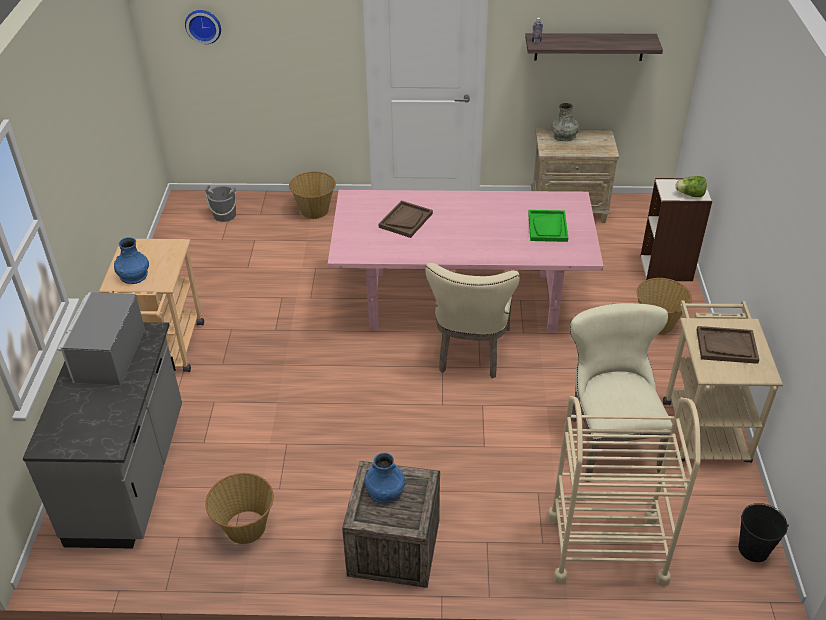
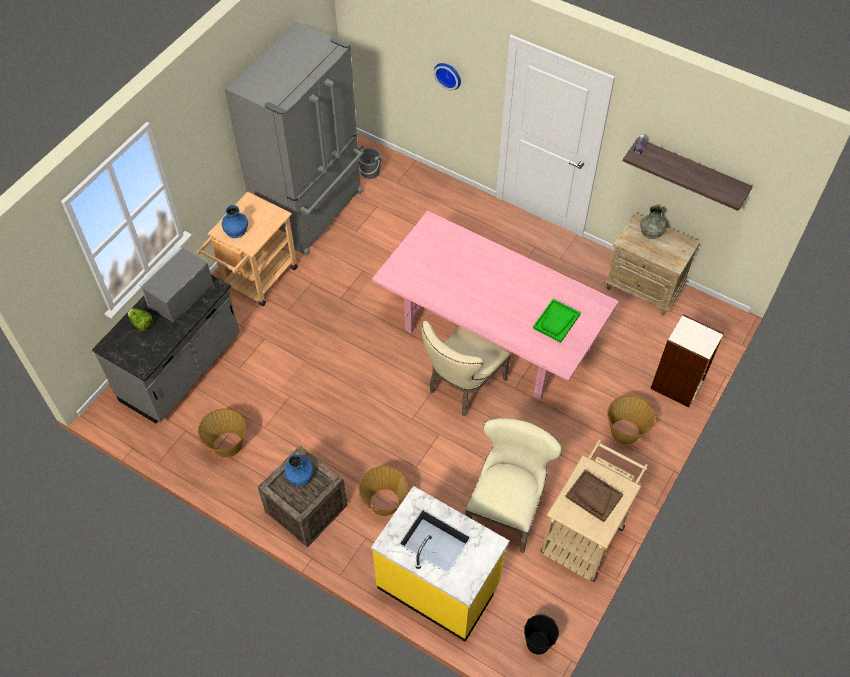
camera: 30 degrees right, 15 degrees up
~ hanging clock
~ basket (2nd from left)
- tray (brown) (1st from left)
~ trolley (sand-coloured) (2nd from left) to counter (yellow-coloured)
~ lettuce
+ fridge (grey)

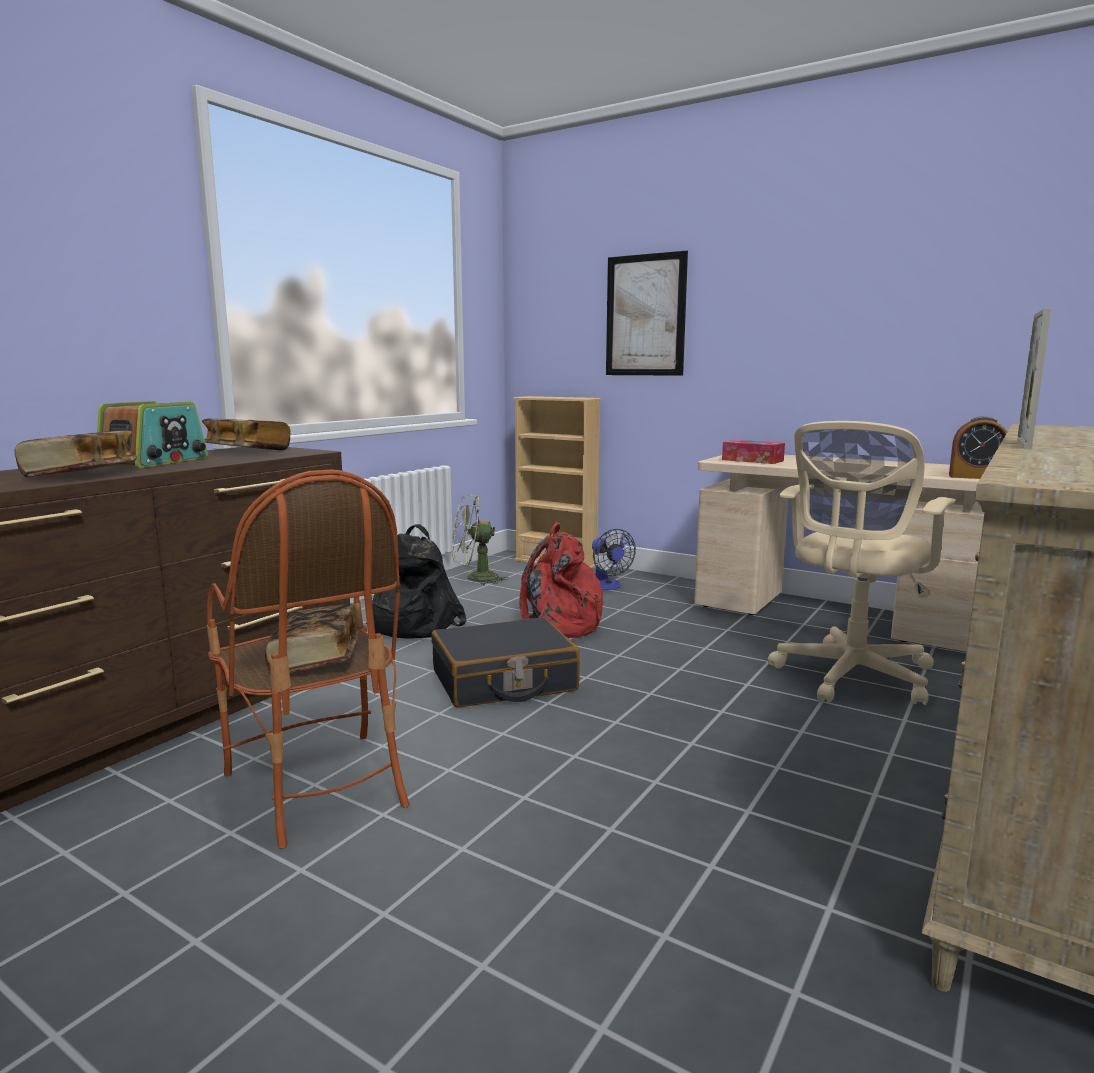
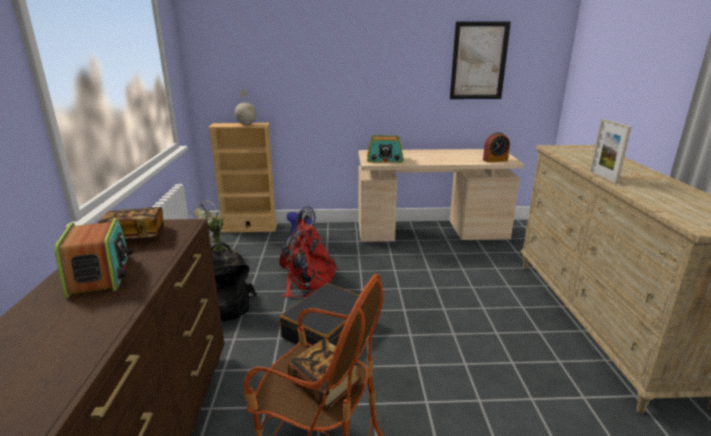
camera: 35 degrees left, 10 degrees up
- volume (1st from left)
~ wall art
~ box of tissues to radio set (2nd from left)
- desk chair (sand-coloured)
+ globe

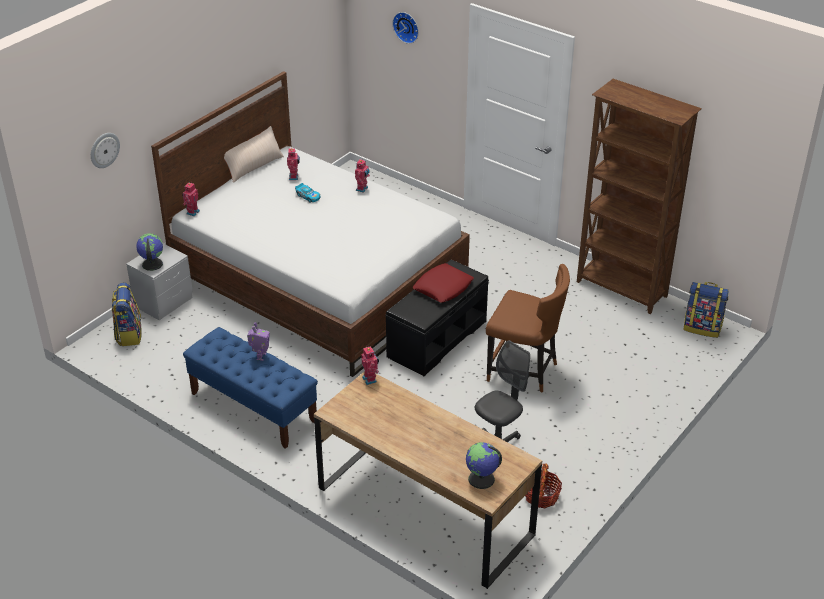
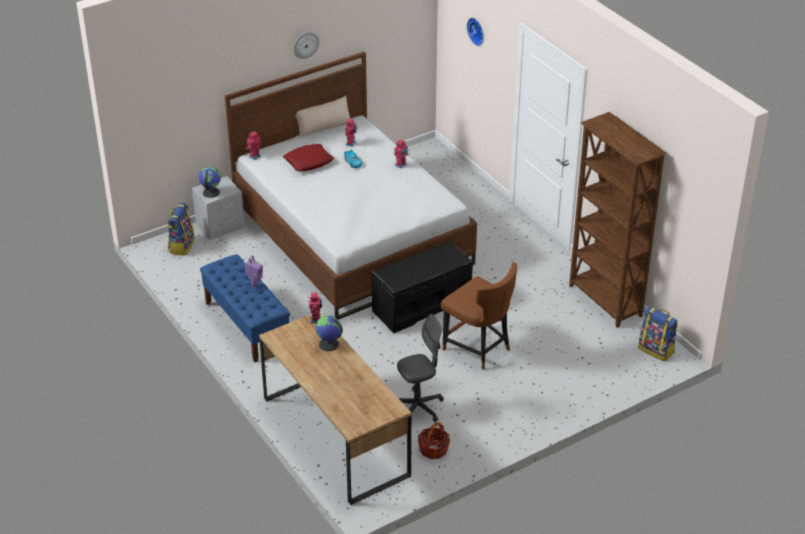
camera: 20 degrees right, 0 degrees up
~ hanging clock (1st from left)
~ cushion (red-coloured)
~ globe (2nd from left)

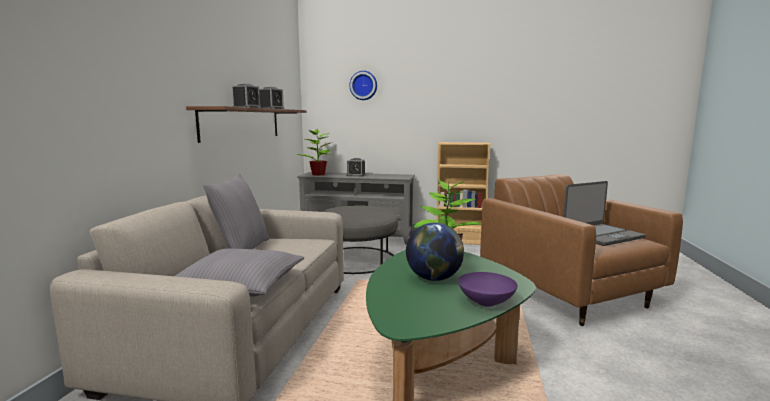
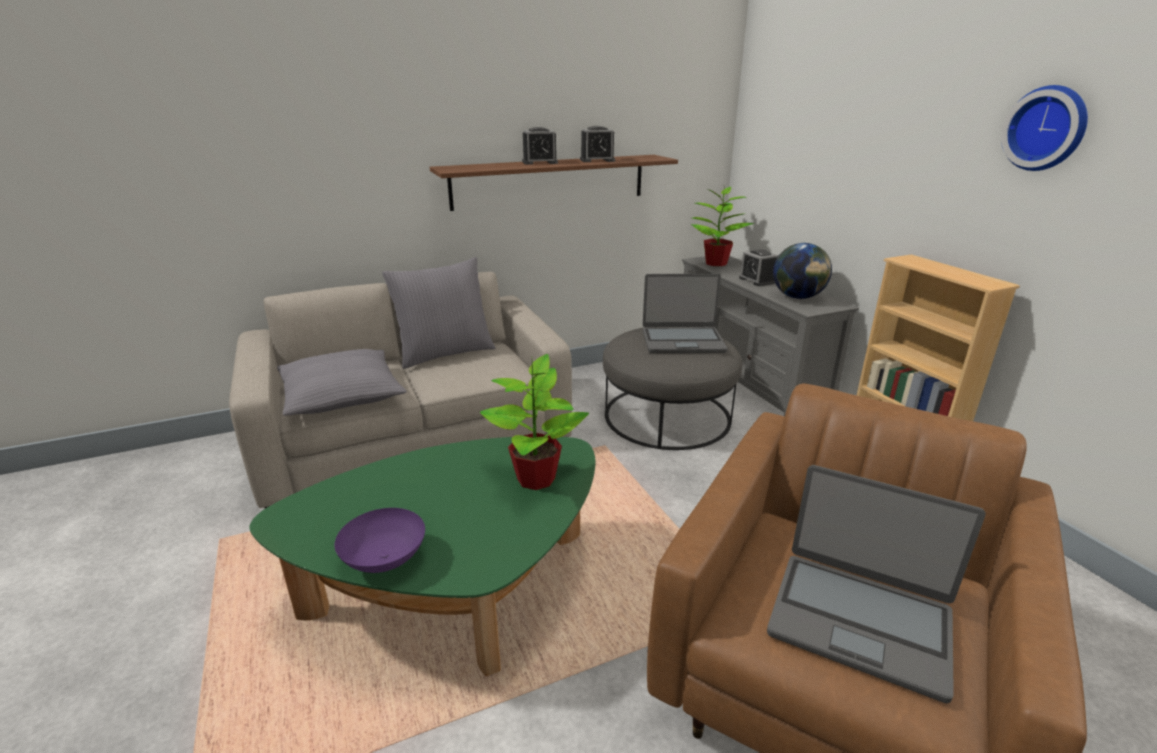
camera: 55 degrees right, 15 degrees up
~ hanging clock
~ globe
+ notebook computer (1st from left)

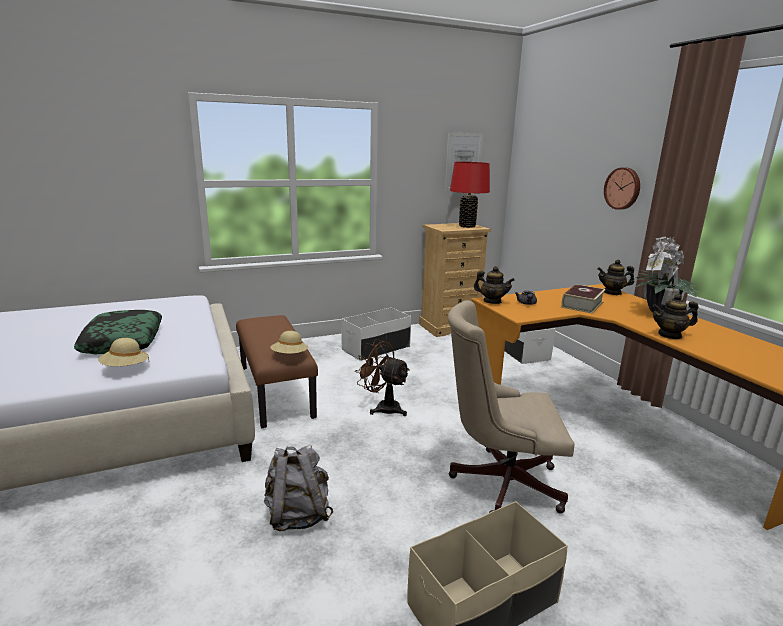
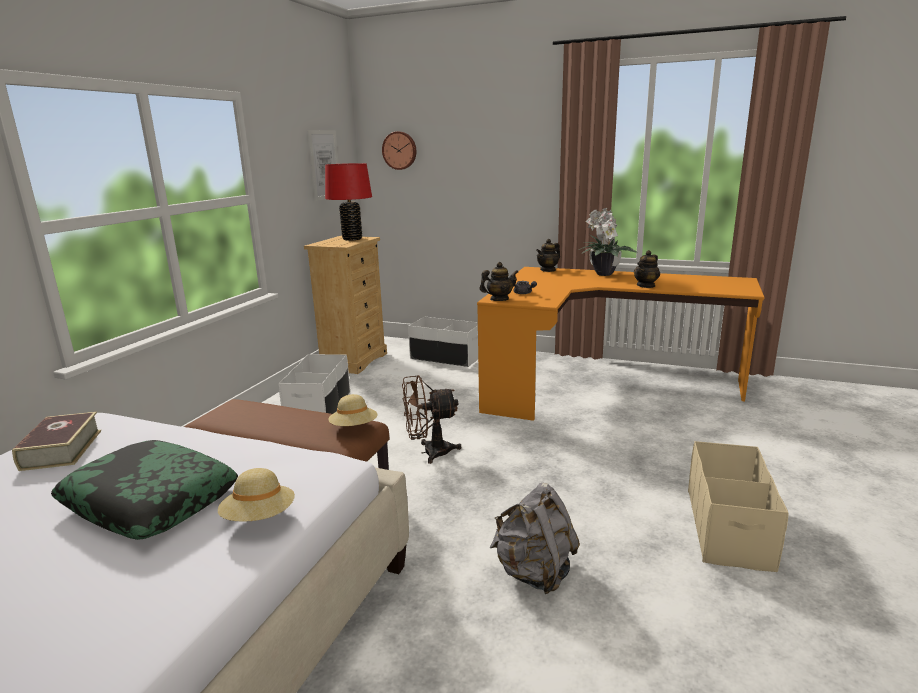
camera: 45 degrees left, 0 degrees up
- desk chair (sand-coloured)
~ volume
~ hanging clock

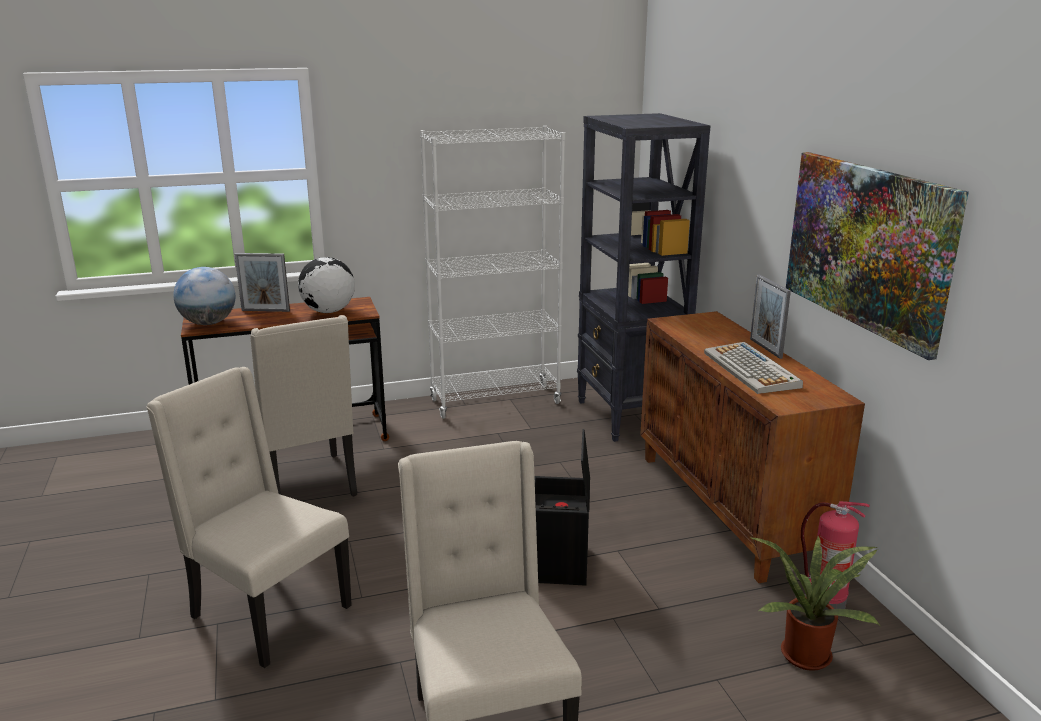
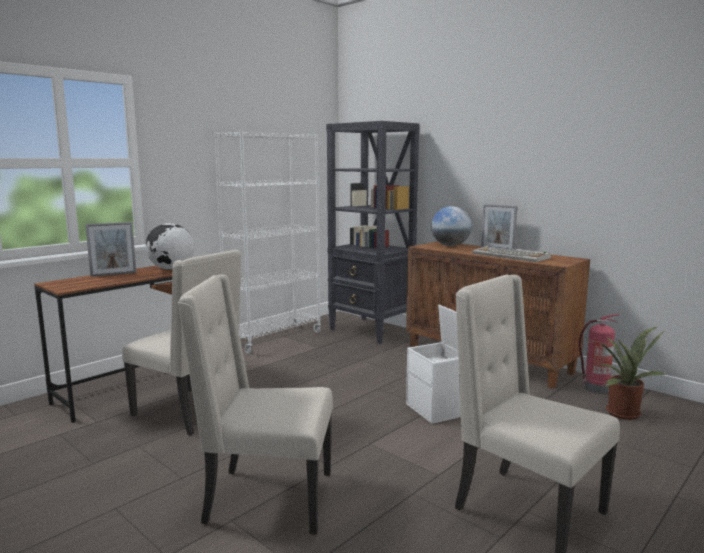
camera: 30 degrees left, 10 degrees down
~ globe (1st from left in the first image) to globe (2nd from left)
~ storage bin (black-coloured) to storage bin (white-coloured)
- wall art

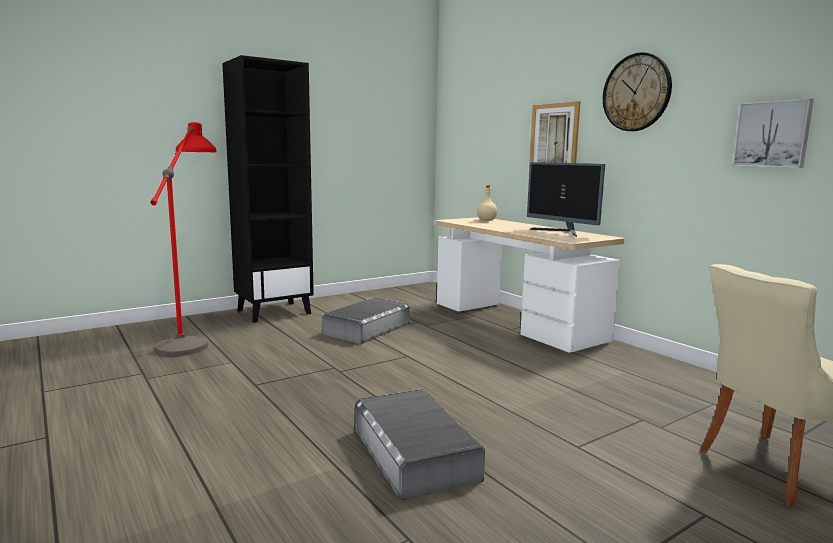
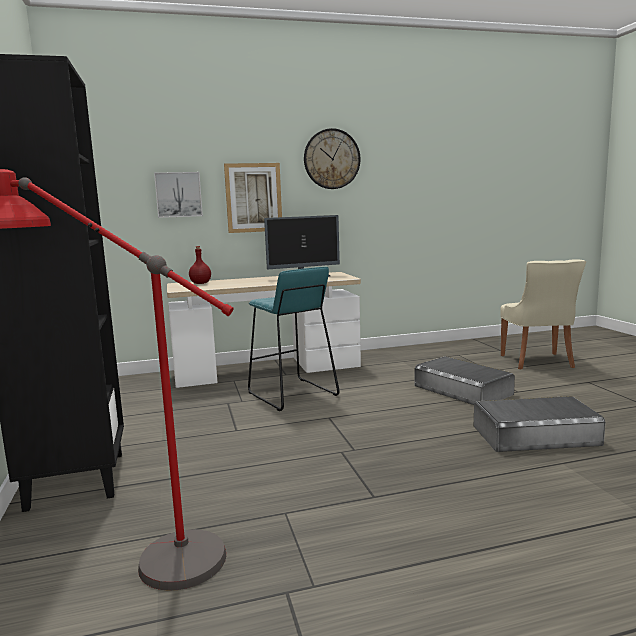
camera: 70 degrees left, 0 degrees up
~ storage bin (grey) (1st from left)
~ drink bottle (sand-coloured) to drink bottle (red-coloured)
~ wall art (2nd from left in the first image) to wall art (1st from left)
+ stool (blue-green)

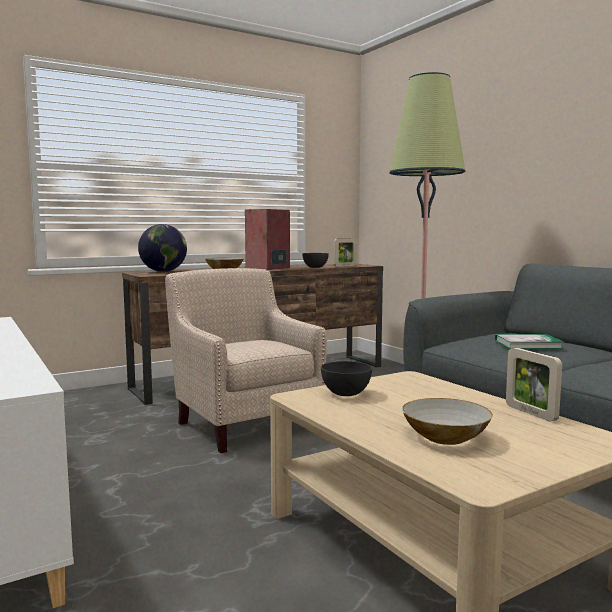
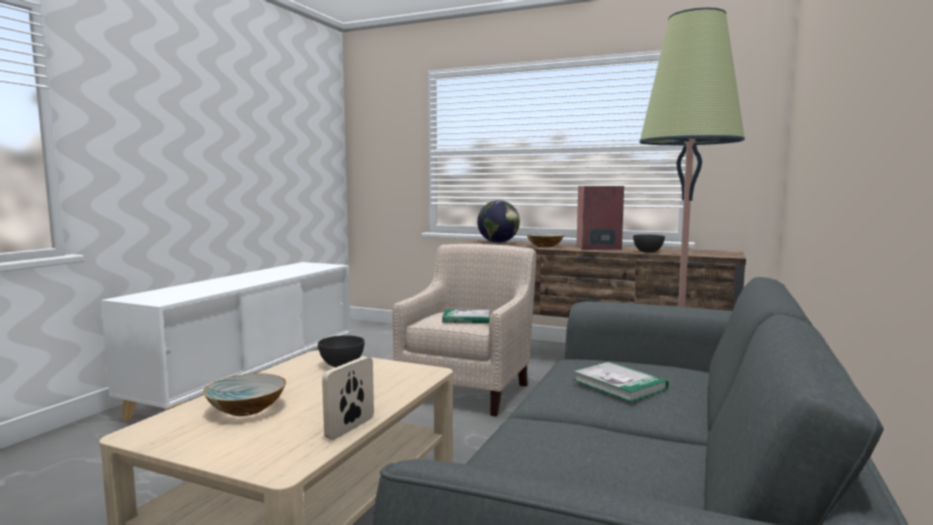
camera: 55 degrees right, 0 degrees up
- picture frame (1st from left)
+ volume (1st from left)

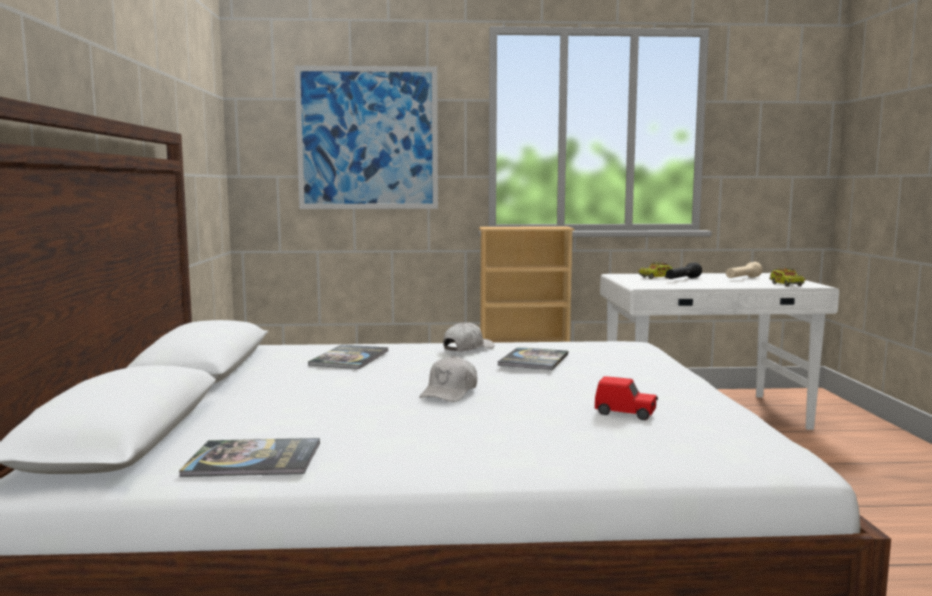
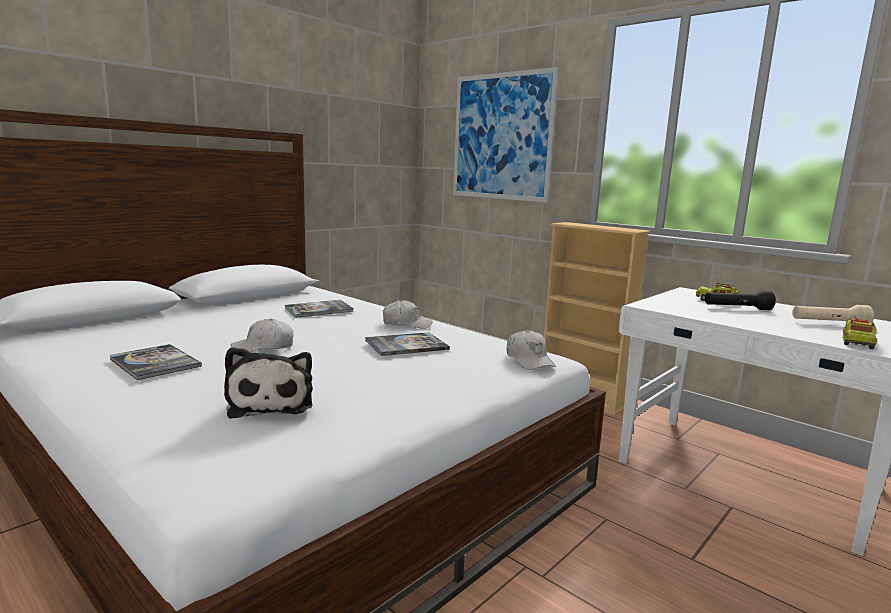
camera: 45 degrees right, 5 degrees up
~ volume (1st from left)
~ model car (red-coloured) to soft toy
+ cap (white-coloured) (3rd from left)

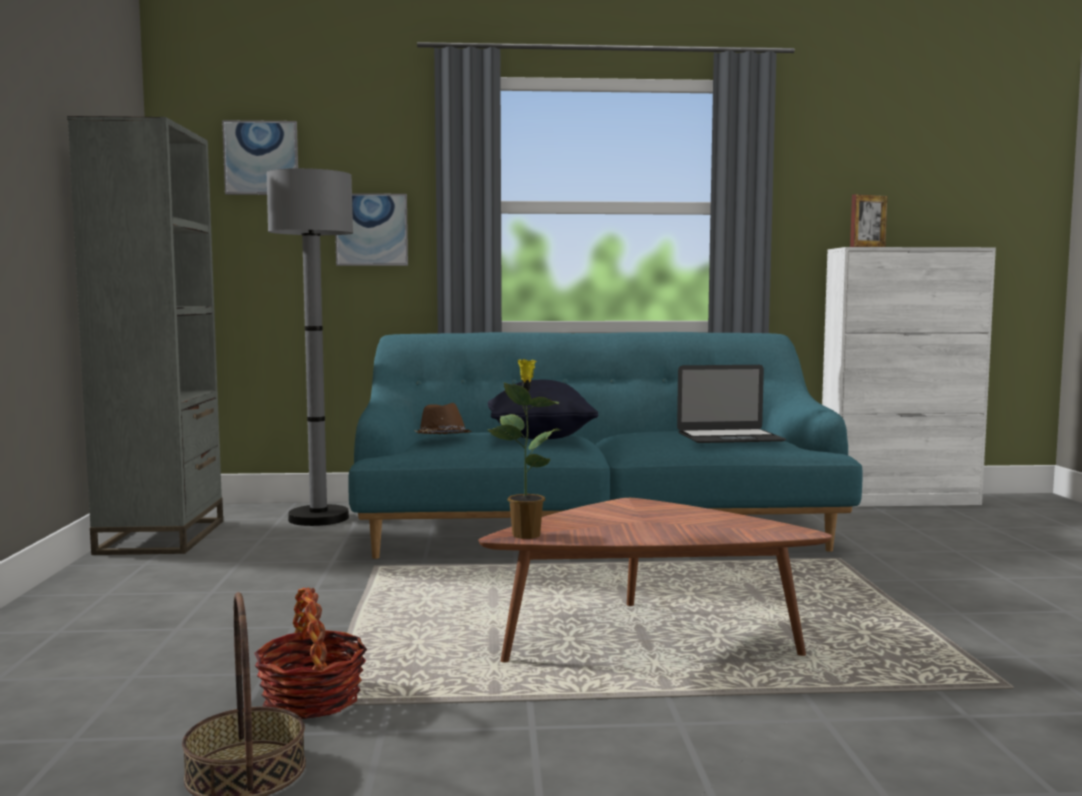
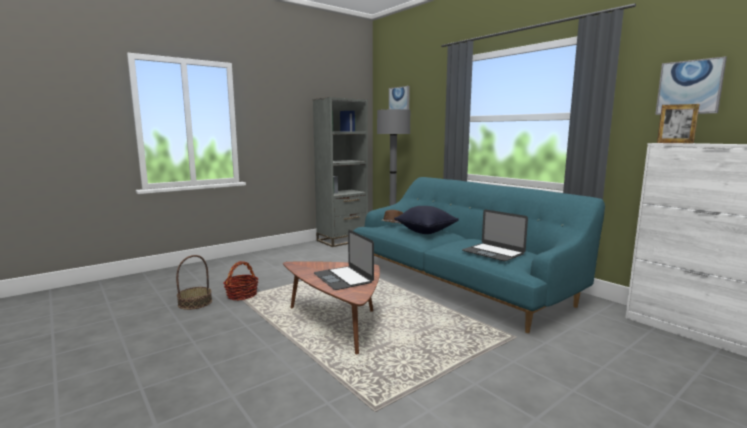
camera: 55 degrees right, 5 degrees up
~ wall art (2nd from left)
- potted plant
+ notebook computer (1st from left)

